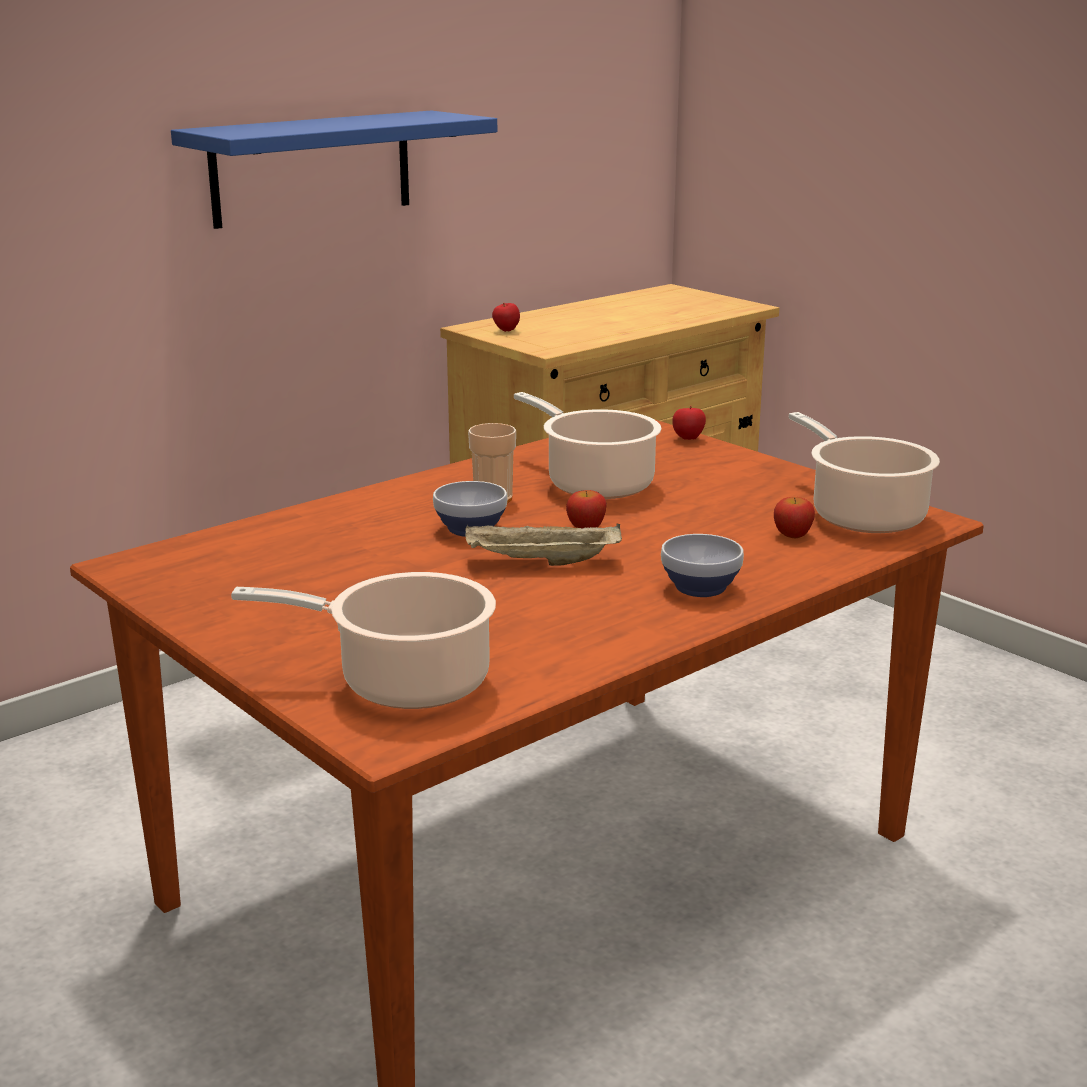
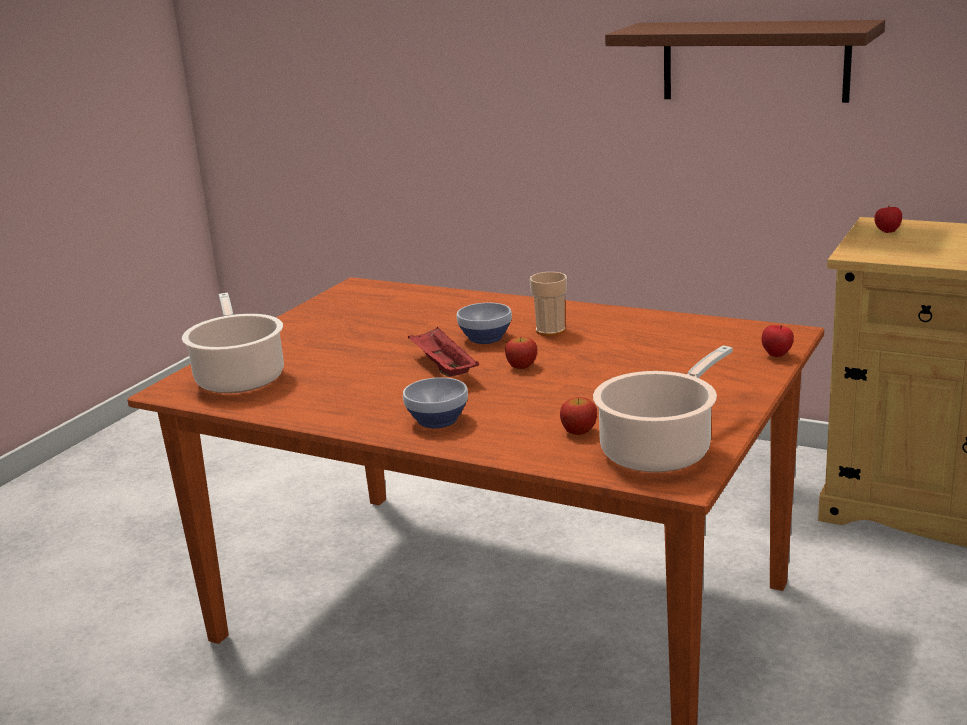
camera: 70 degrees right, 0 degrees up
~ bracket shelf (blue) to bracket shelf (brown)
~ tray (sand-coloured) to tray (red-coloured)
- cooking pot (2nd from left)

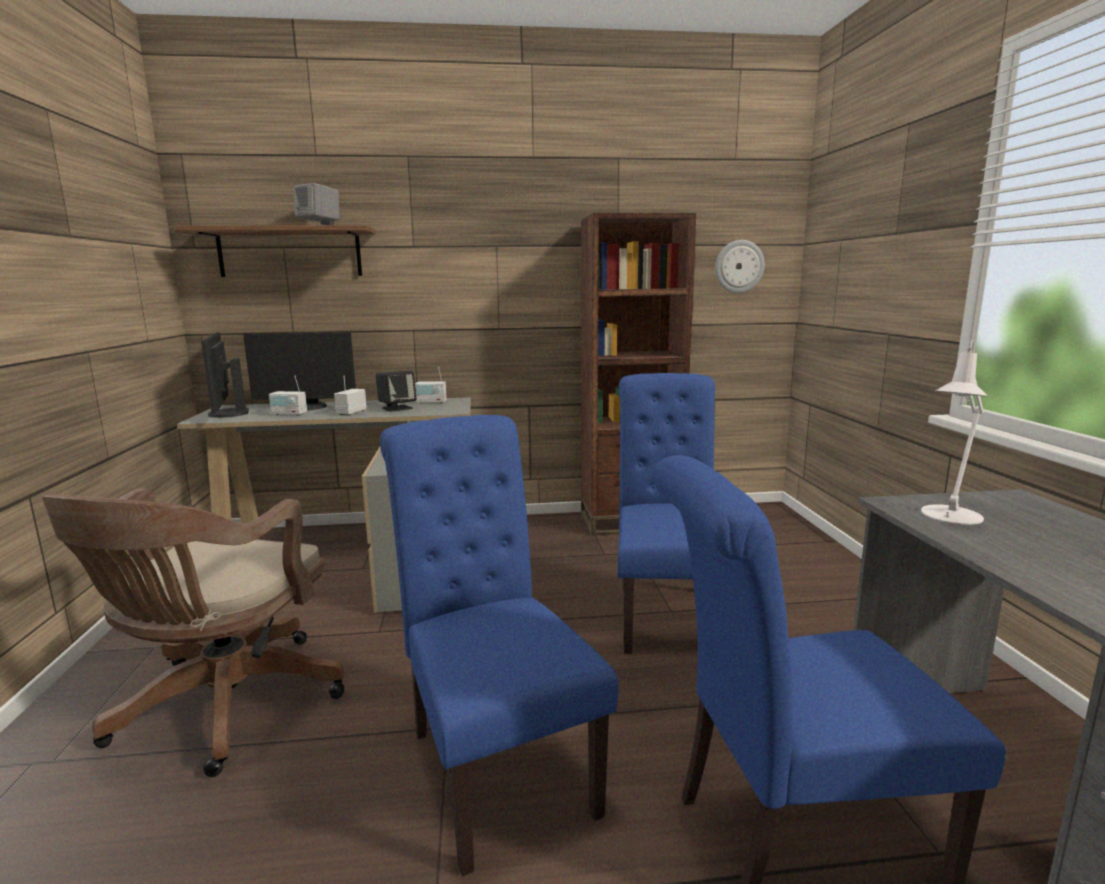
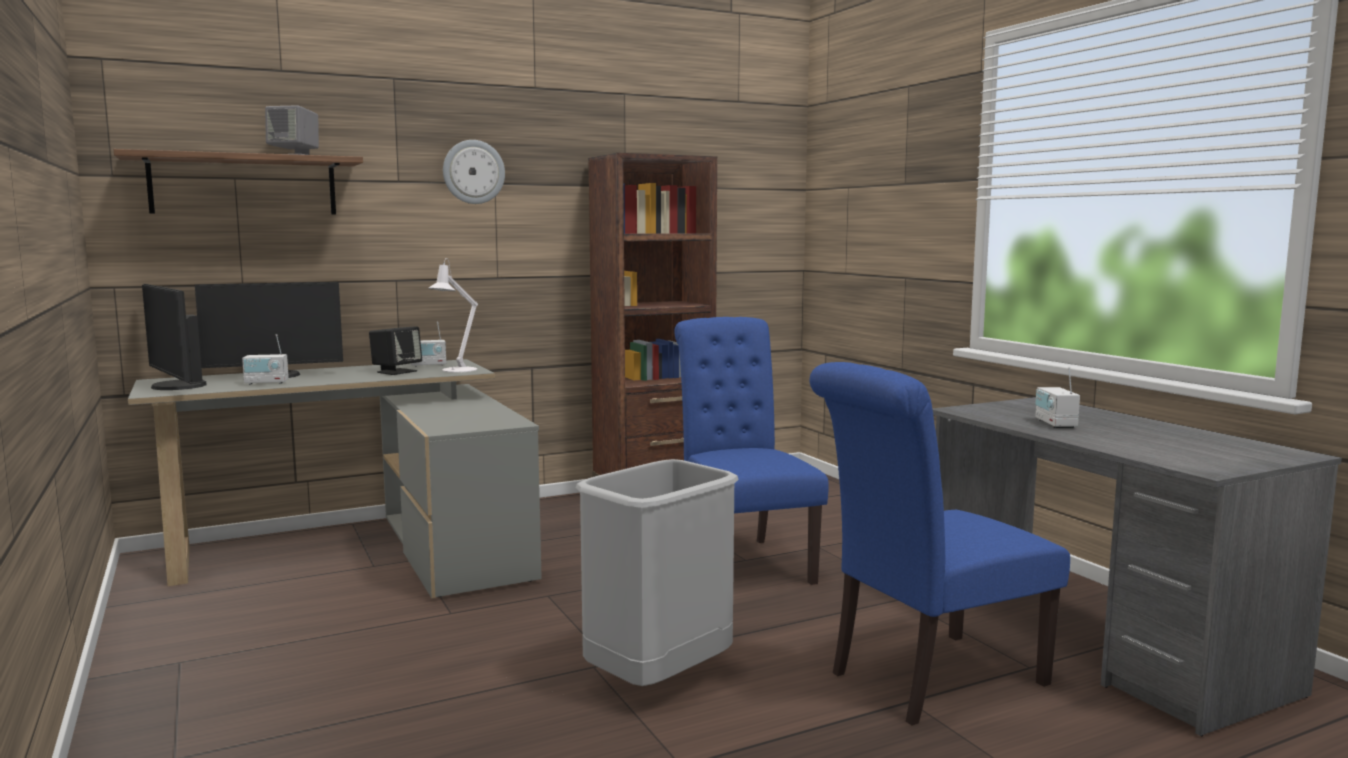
camera: 20 degrees left, 5 degrees down
- desk chair (brown)
~ radio set (2nd from left in the first image) to radio set (3rd from left)
~ plain chair (blue) (1st from left) to rubbish bin (grey)
~ hanging clock
~ tabletop lamp (white-coloured)

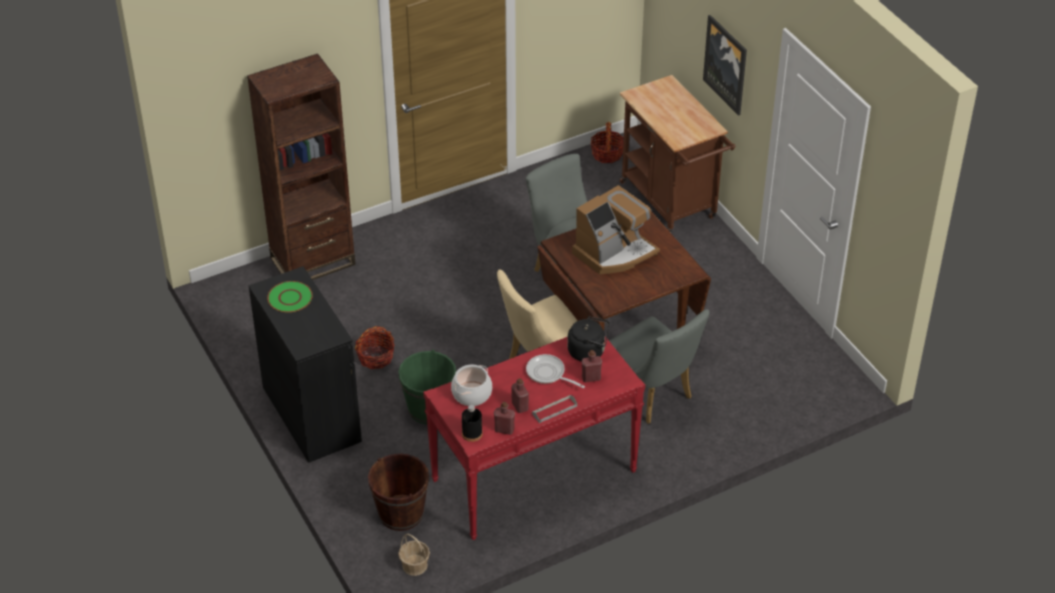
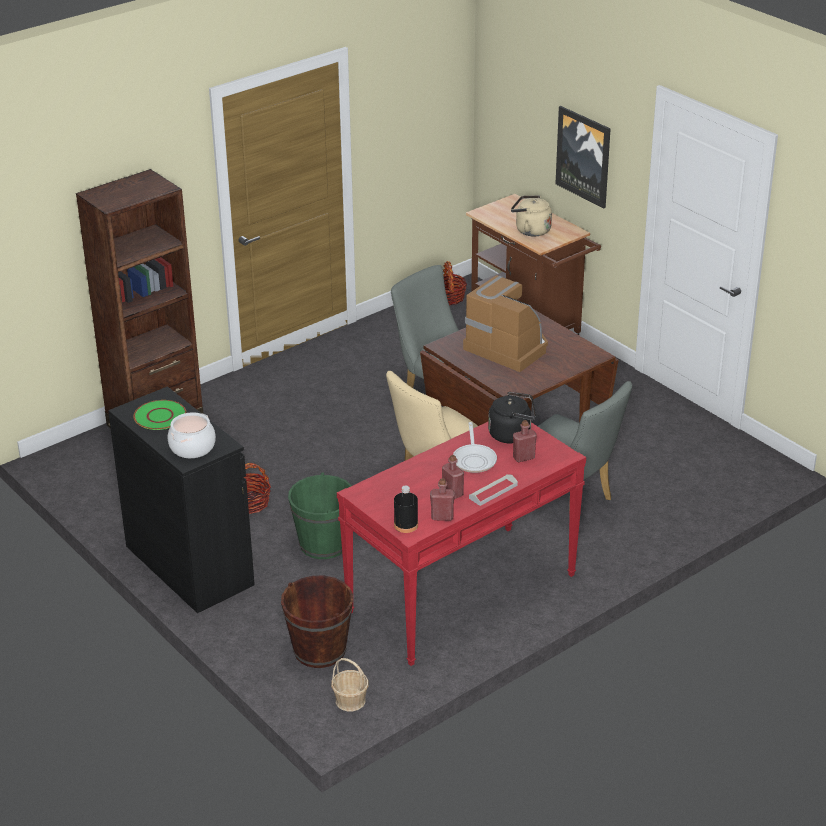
camera: 10 degrees left, 10 degrees down
~ cooking pot
~ pan 120 degrees counterclockwise
~ coffee maker 90 degrees counterclockwise
+ water kettle (sand-coloured)

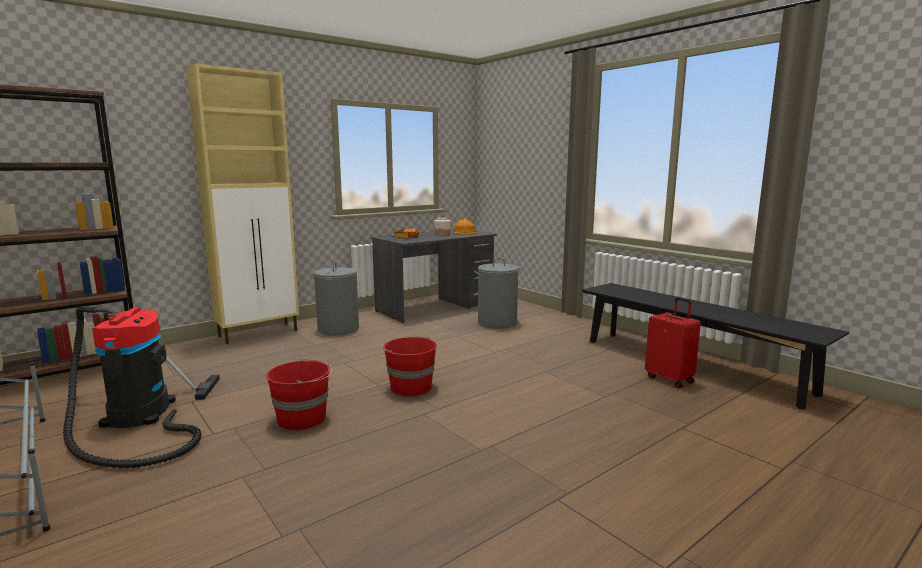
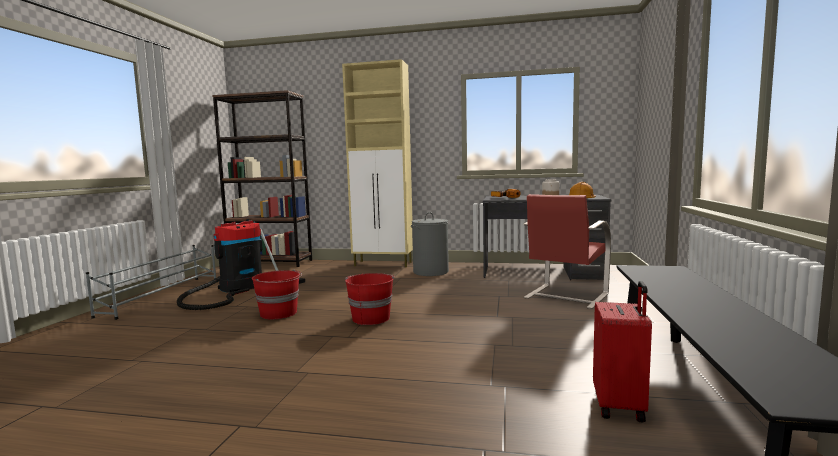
camera: 50 degrees right, 5 degrees down
~ hamper (grey) (2nd from left) to plain chair (red-coloured)

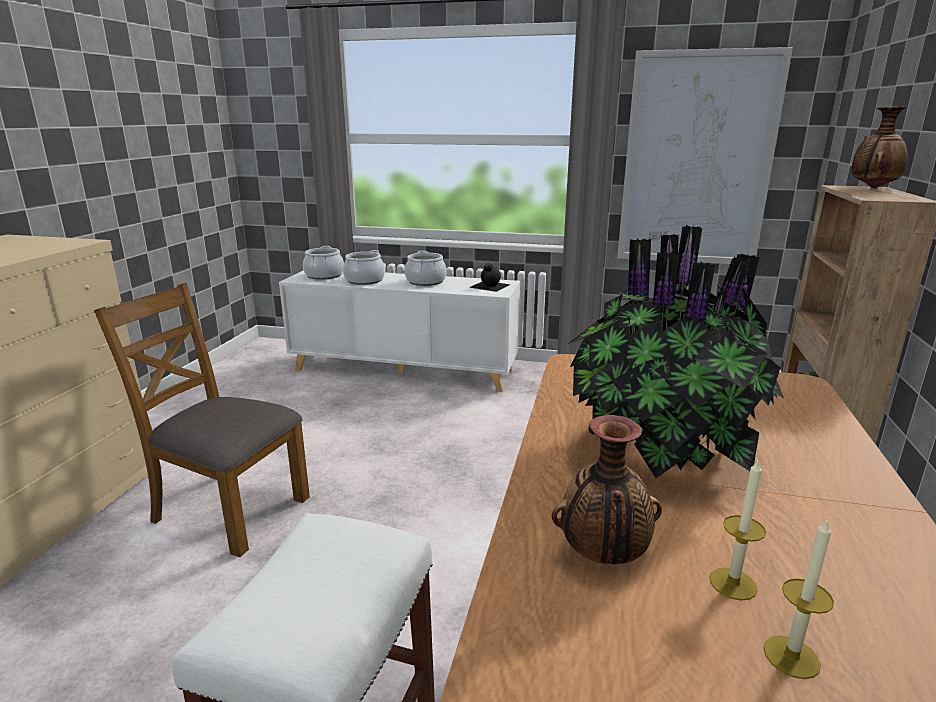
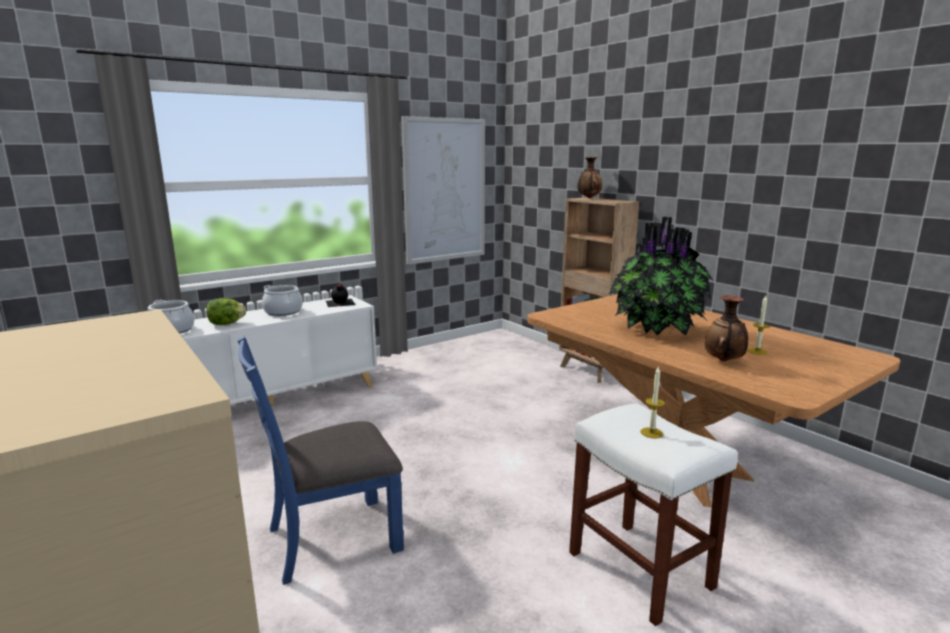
camera: 50 degrees left, 5 degrees down
~ plain chair (brown) to plain chair (blue)
~ cooking pot (2nd from left) to lettuce
~ wax candle (2nd from left in the first image) to wax candle (1st from left)

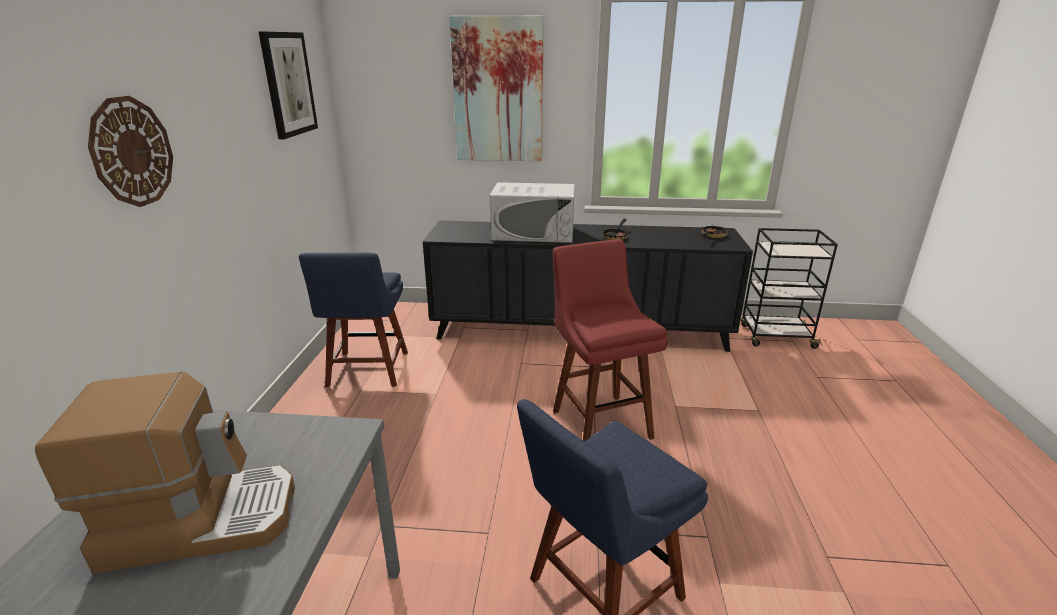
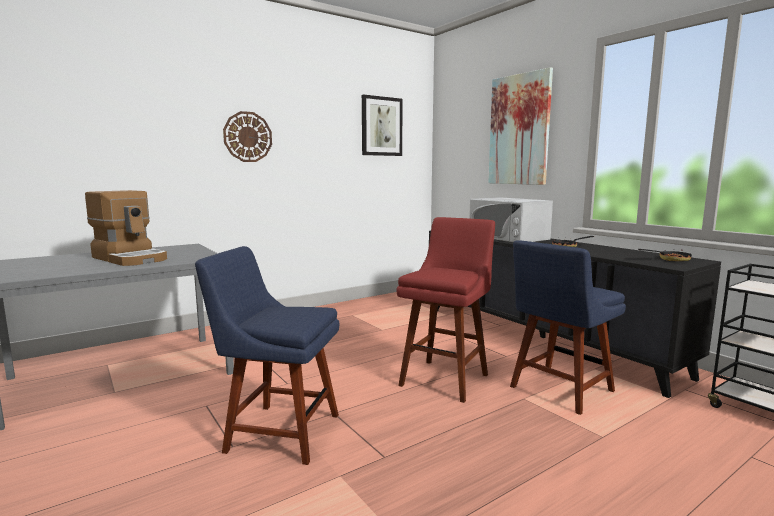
camera: 50 degrees right, 15 degrees down
~ plain chair (blue) (1st from left in the first image) to plain chair (blue) (2nd from left)

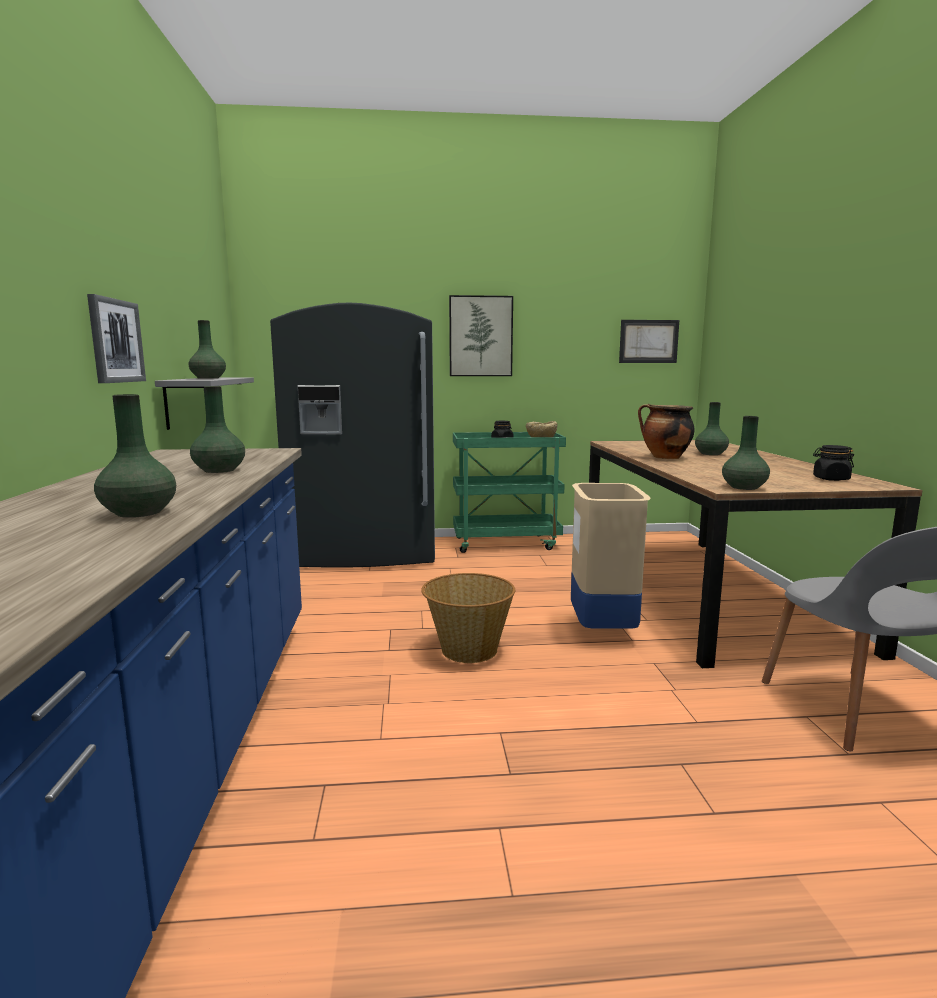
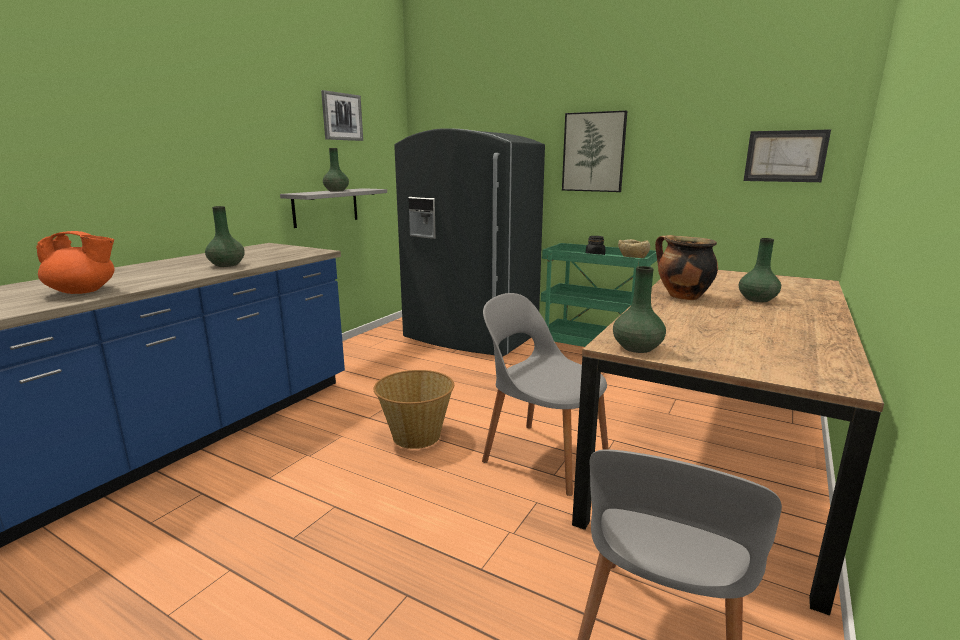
camera: 35 degrees right, 5 degrees up
~ wall art (1st from left)
~ flower vase (greenish) (1st from left) to tea pot (orangey)
~ rubbish bin (sand-coloured) to plain chair (grey) (1st from left)
- storage jar (black-coloured) (2nd from left)

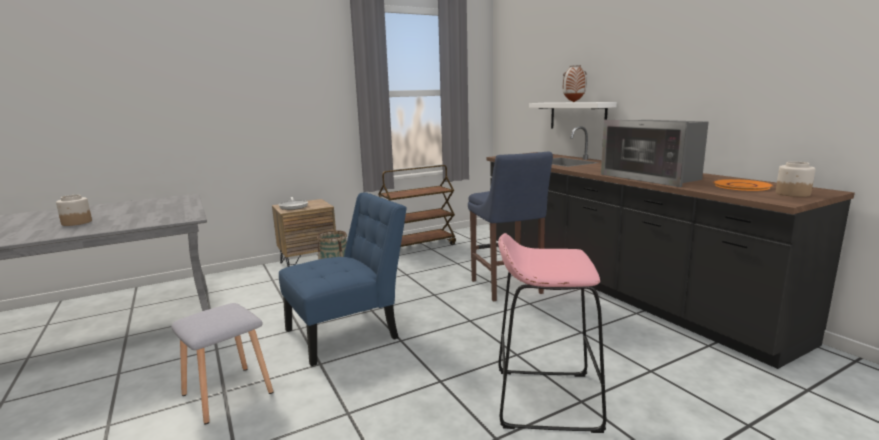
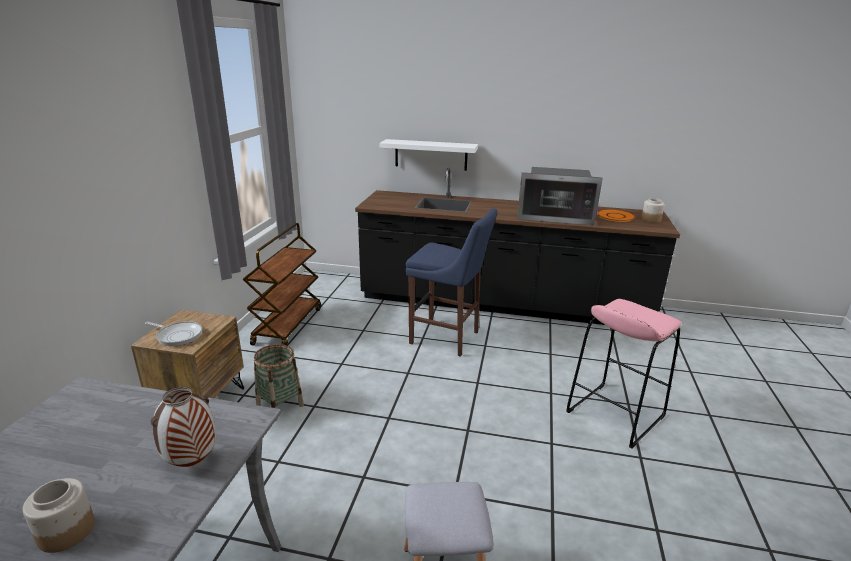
camera: 50 degrees left, 10 degrees up
- plain chair (blue)
~ flower vase

